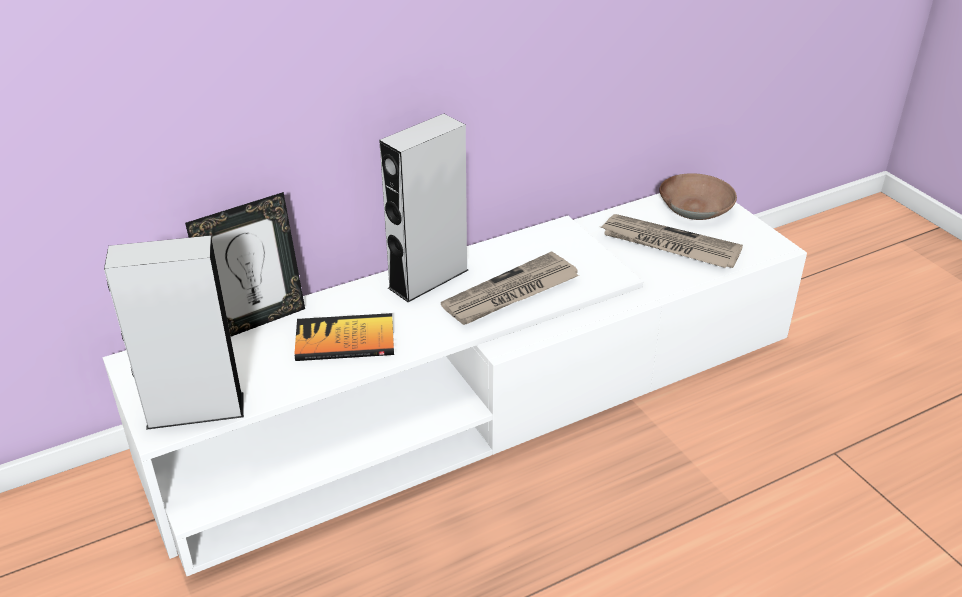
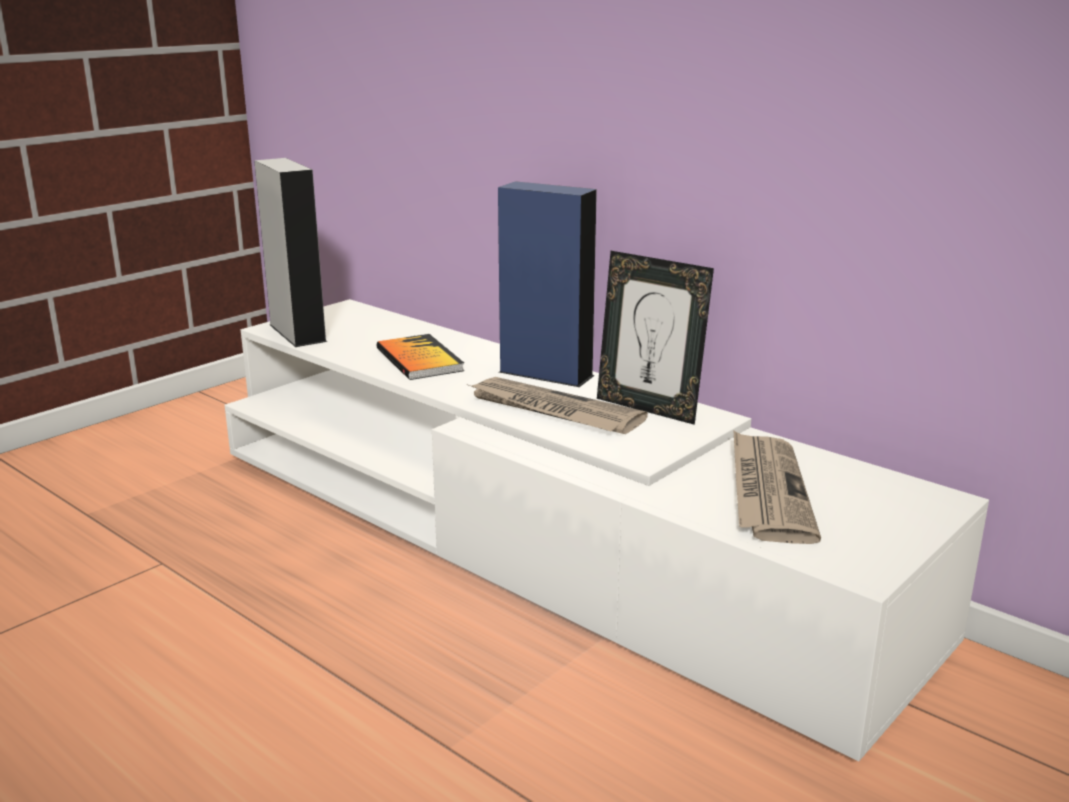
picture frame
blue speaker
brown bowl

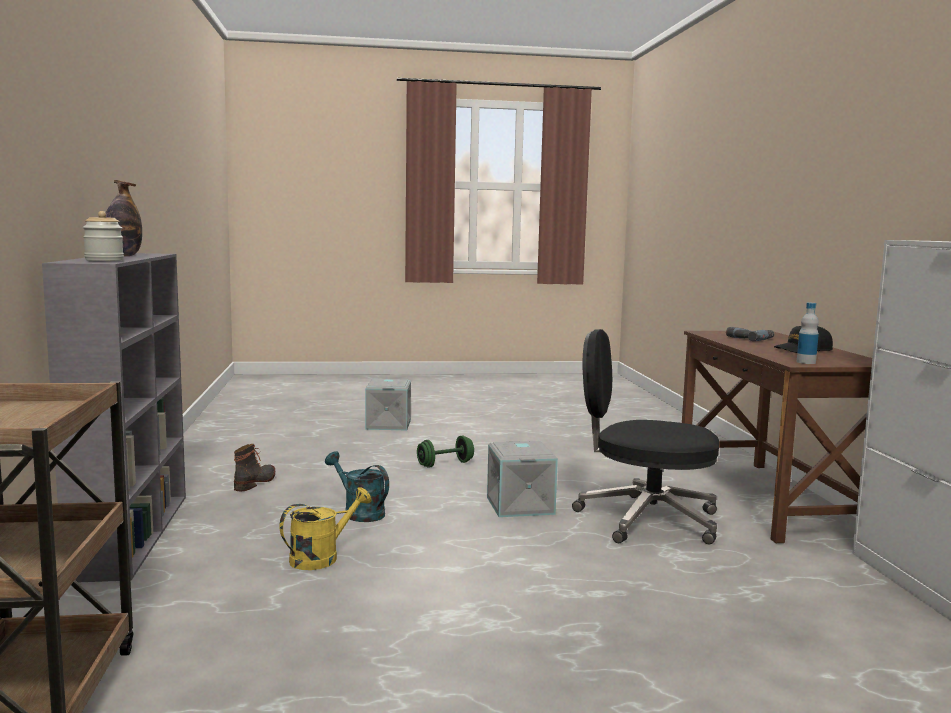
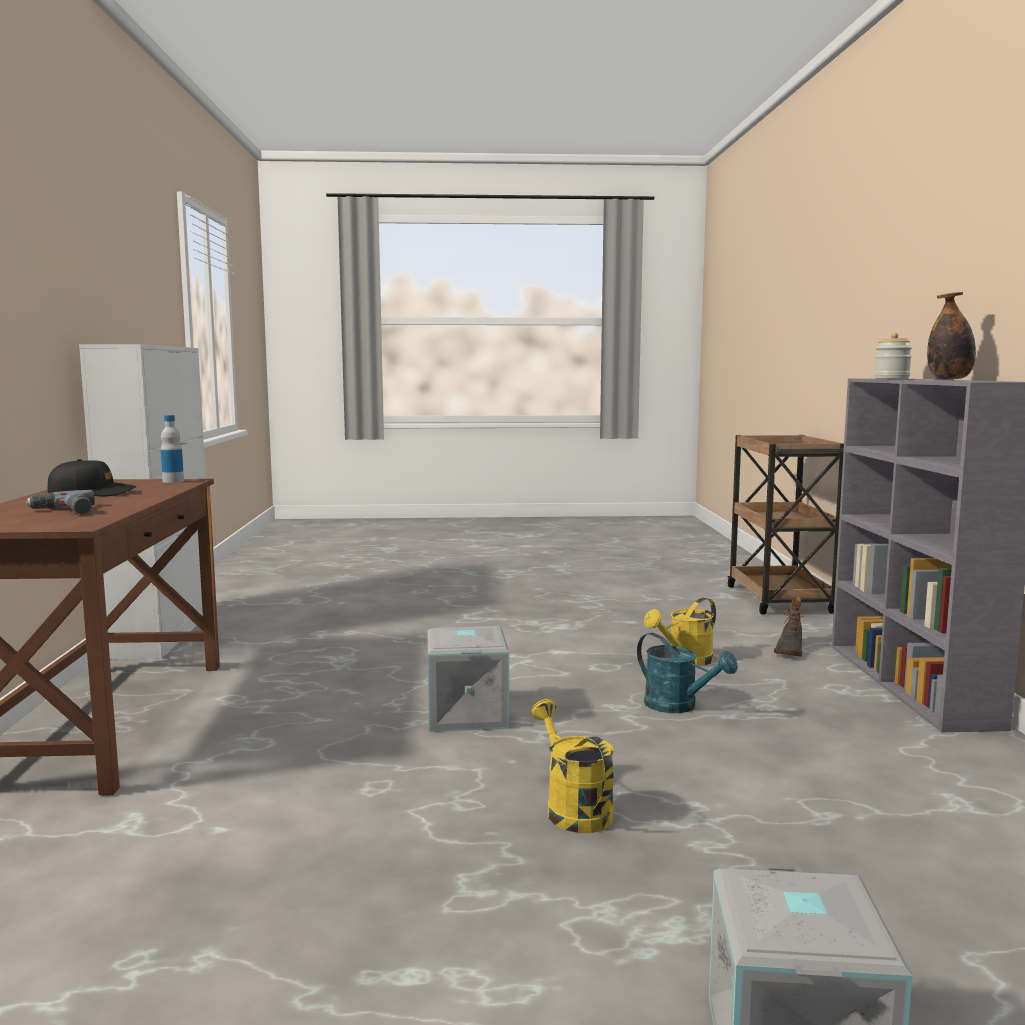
boot
yellow watering can (no. 1 from left)
black office chair

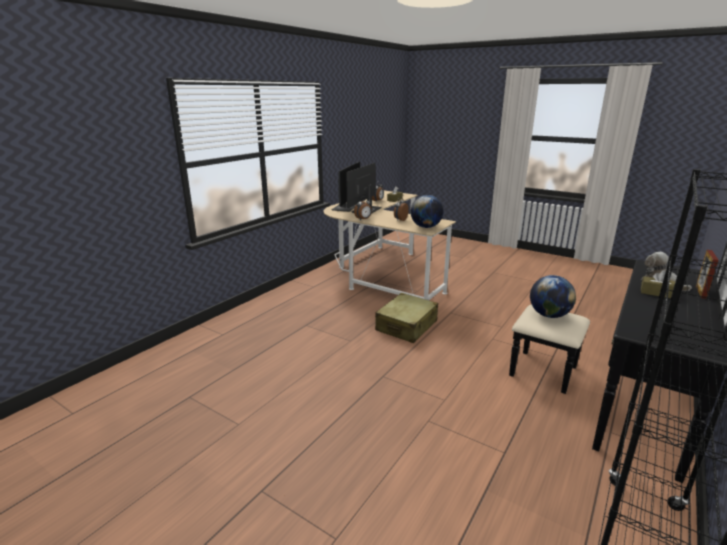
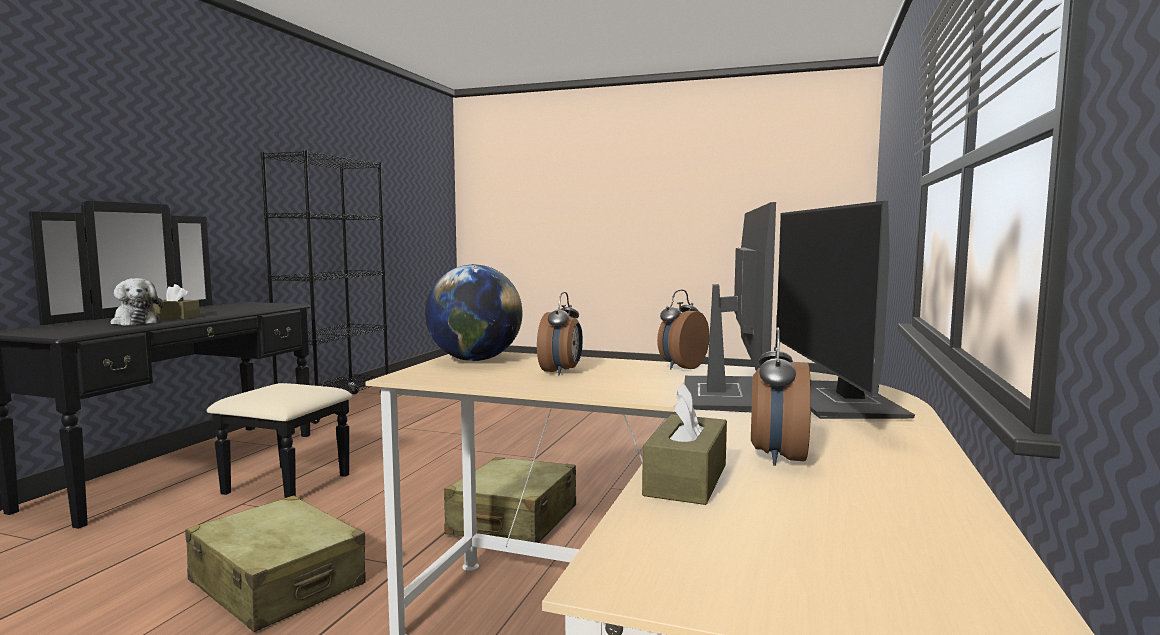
globe (no. 2 from left in the first image)
picture frame
beige suitcase (no. 1 from left)

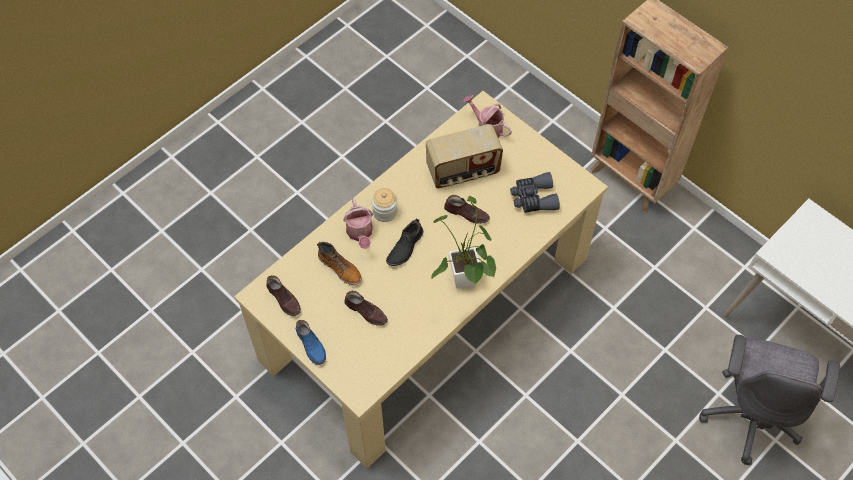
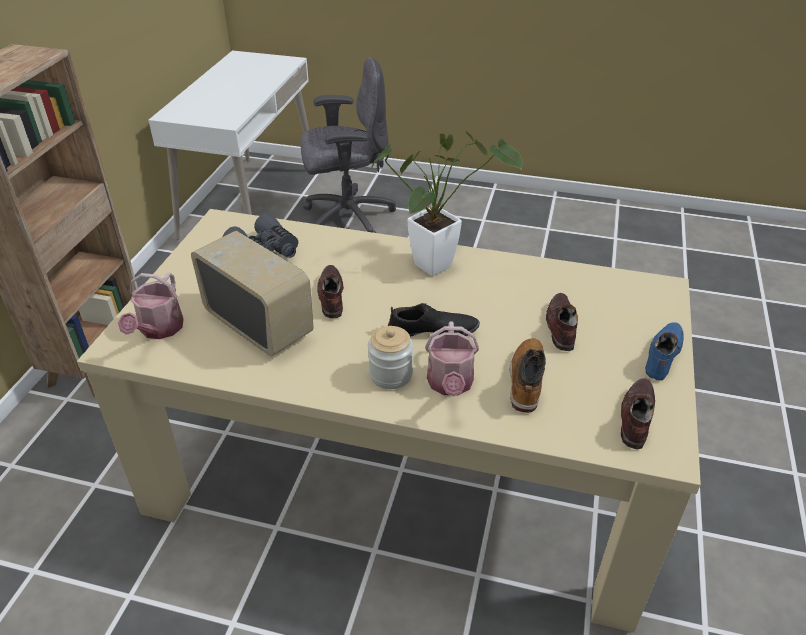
watering can (no. 2 from left)

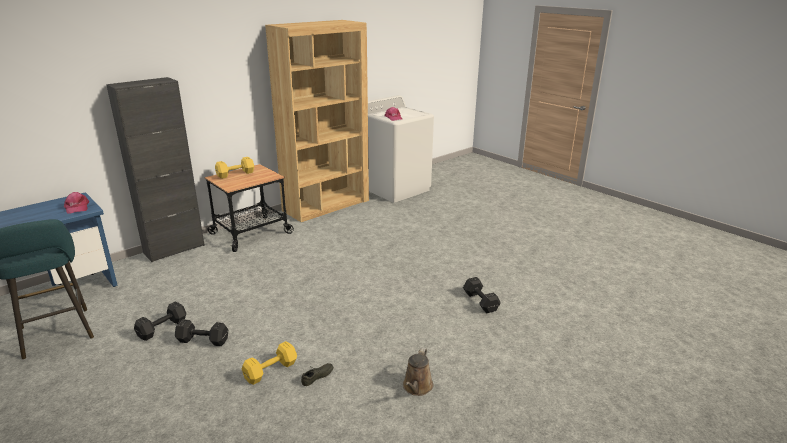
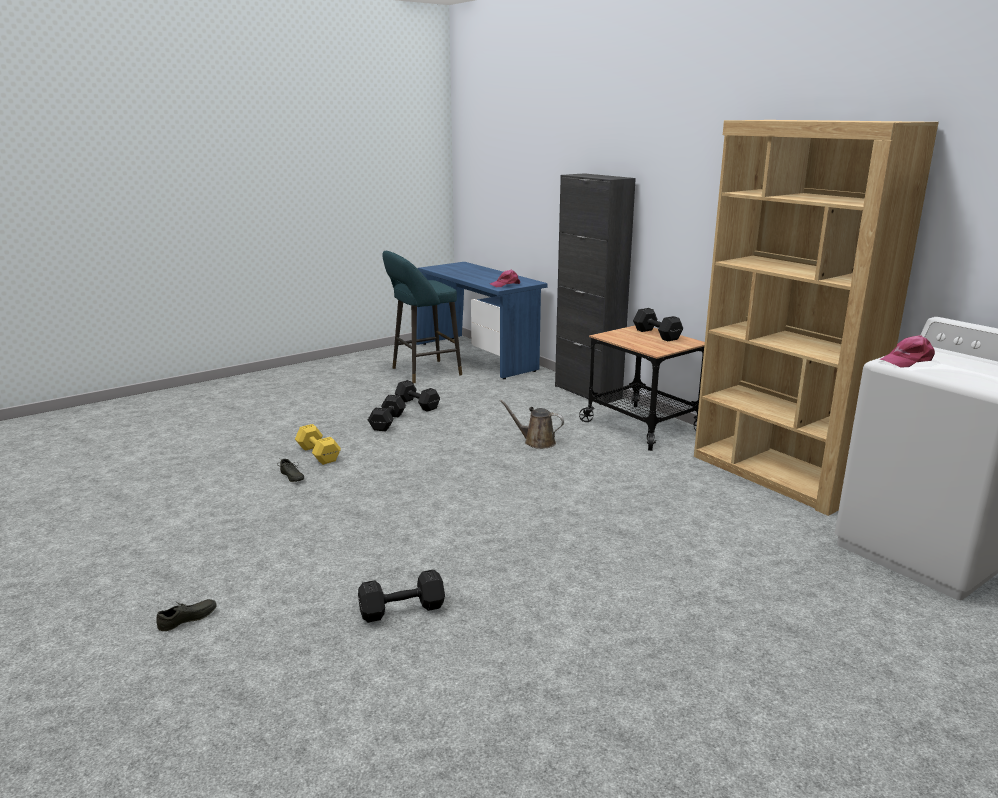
black dumbbell (no. 4 from left)
brown watering can
grey shoe (no. 1 from left)

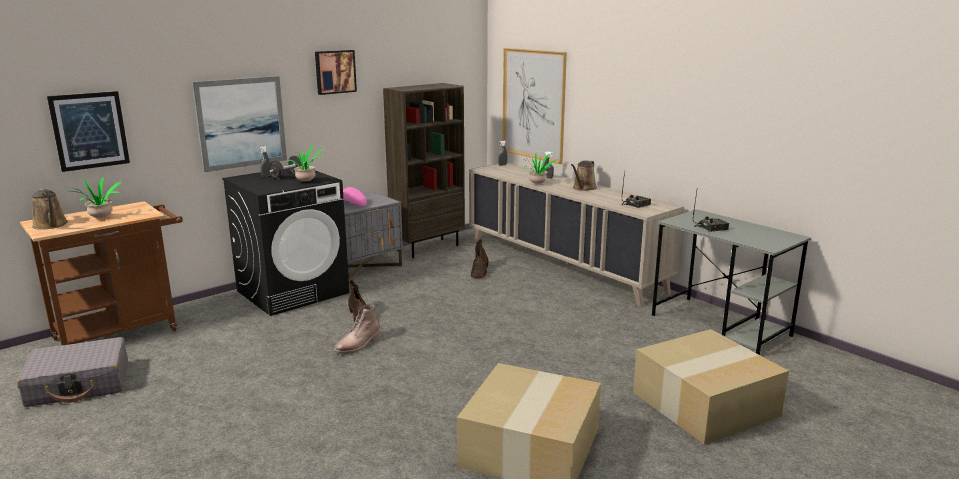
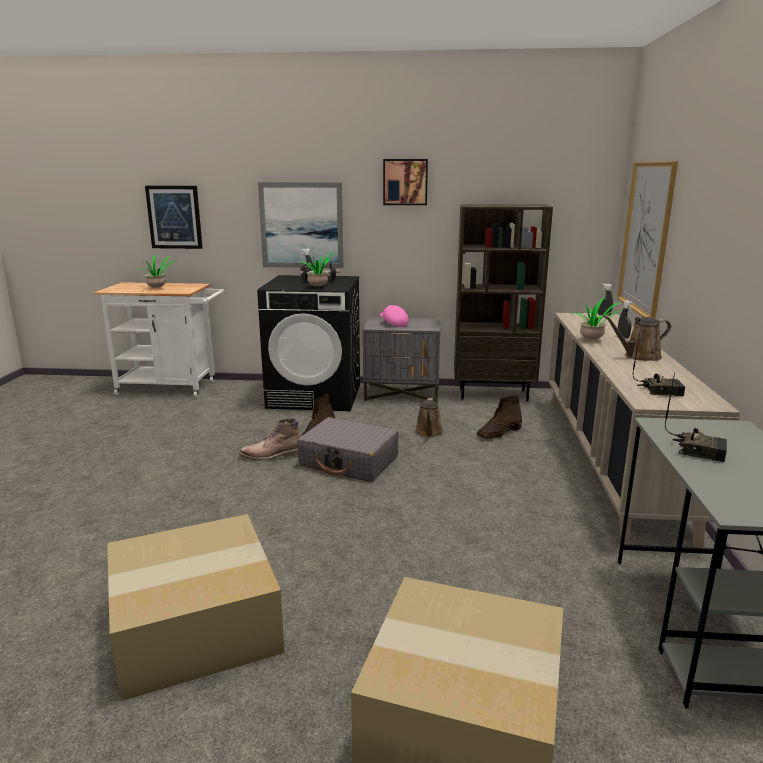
grey suitcase
white cart
brown watering can (no. 1 from left)

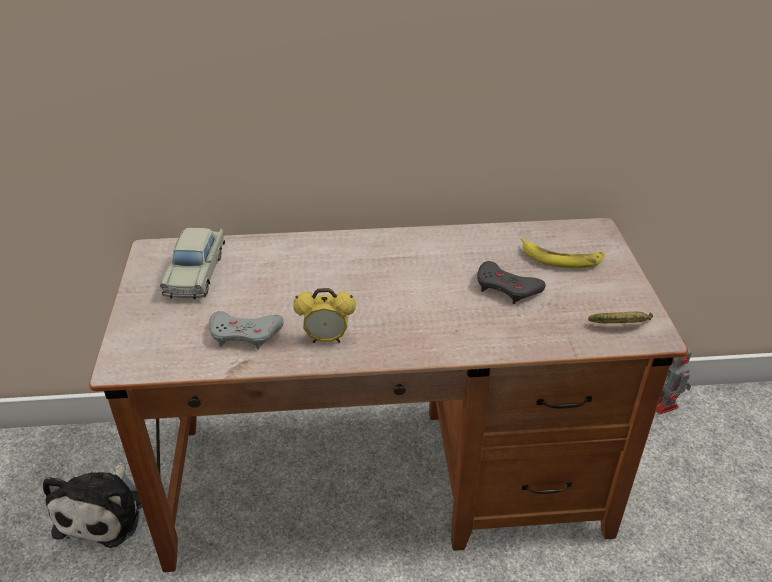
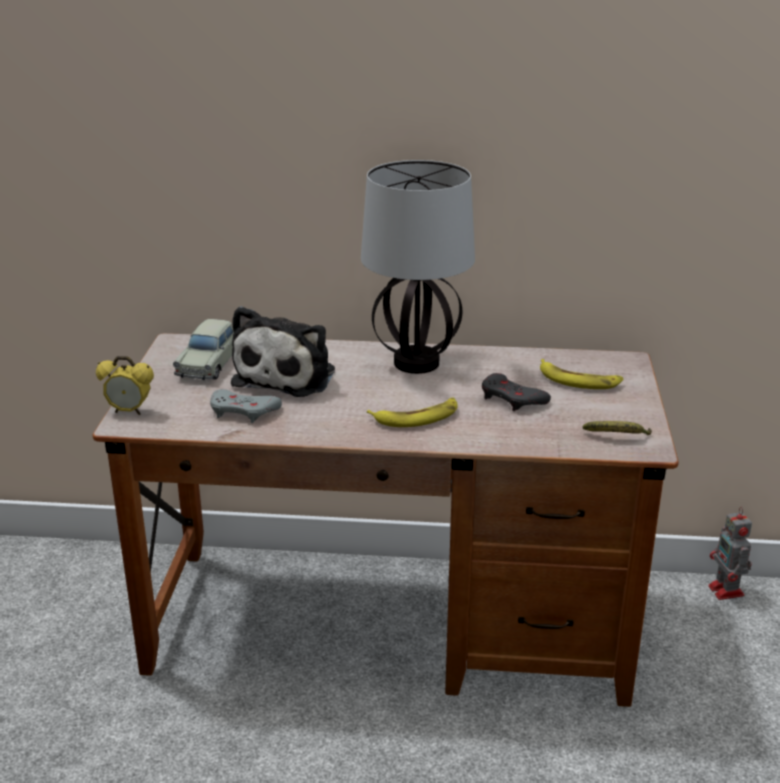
plush toy
alarm clock
table lamp
banana (no. 1 from left)

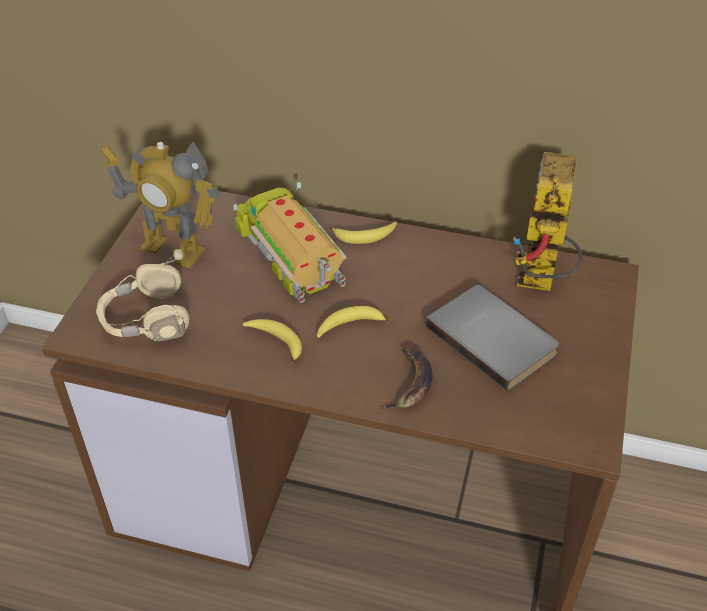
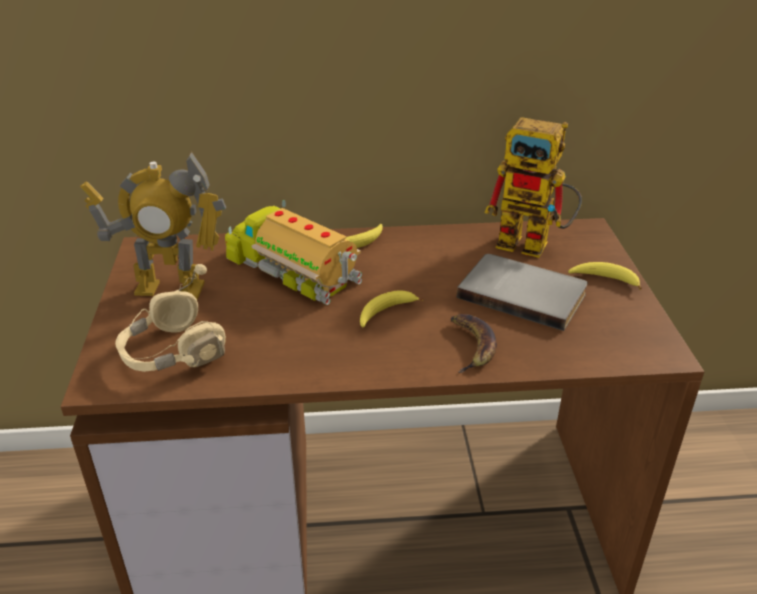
banana (no. 4 from left)
toy robot (no. 2 from left)

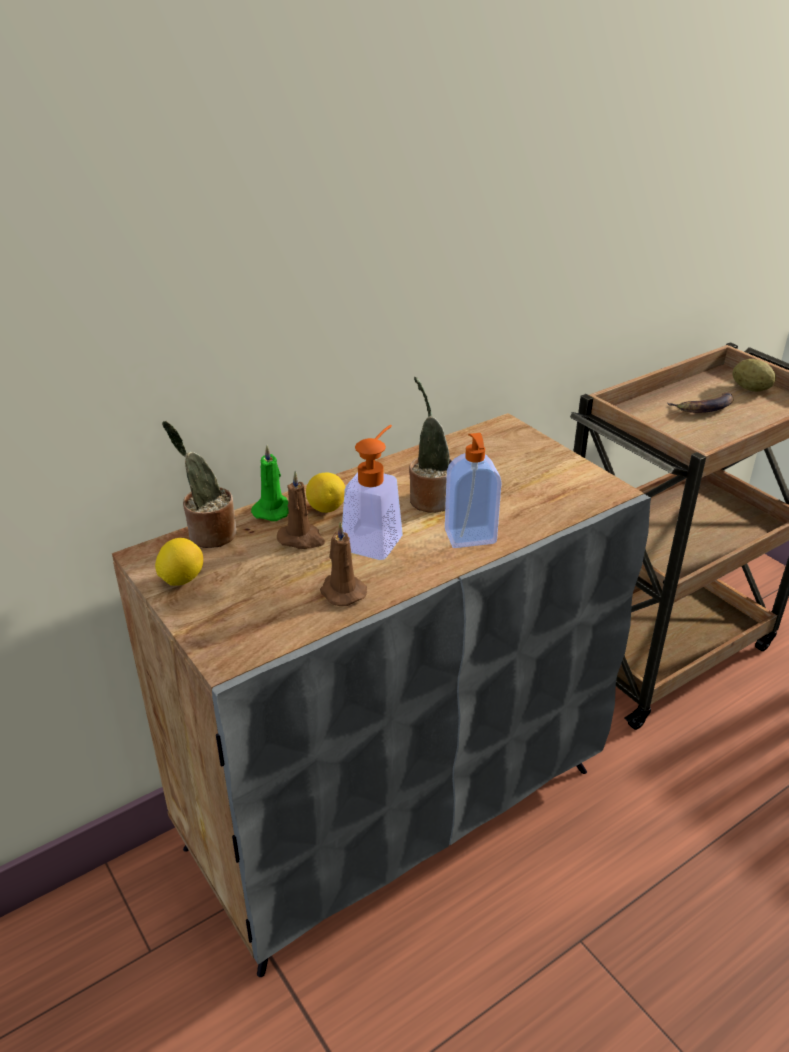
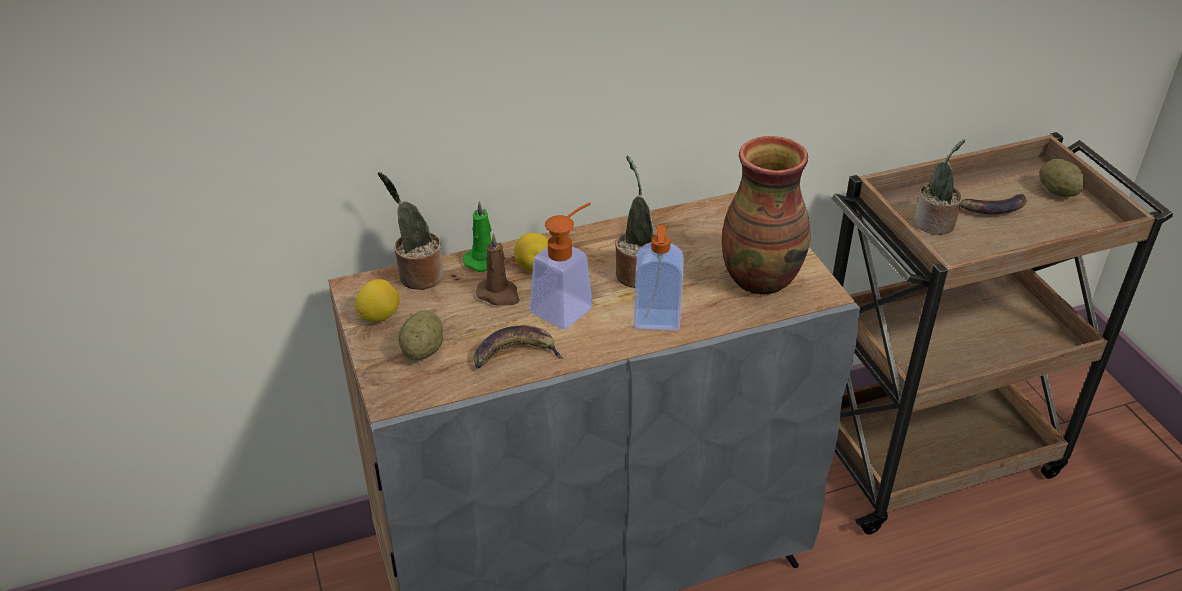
banana (no. 1 from left)
potato (no. 1 from left)
vase
potted plant (no. 3 from left)

